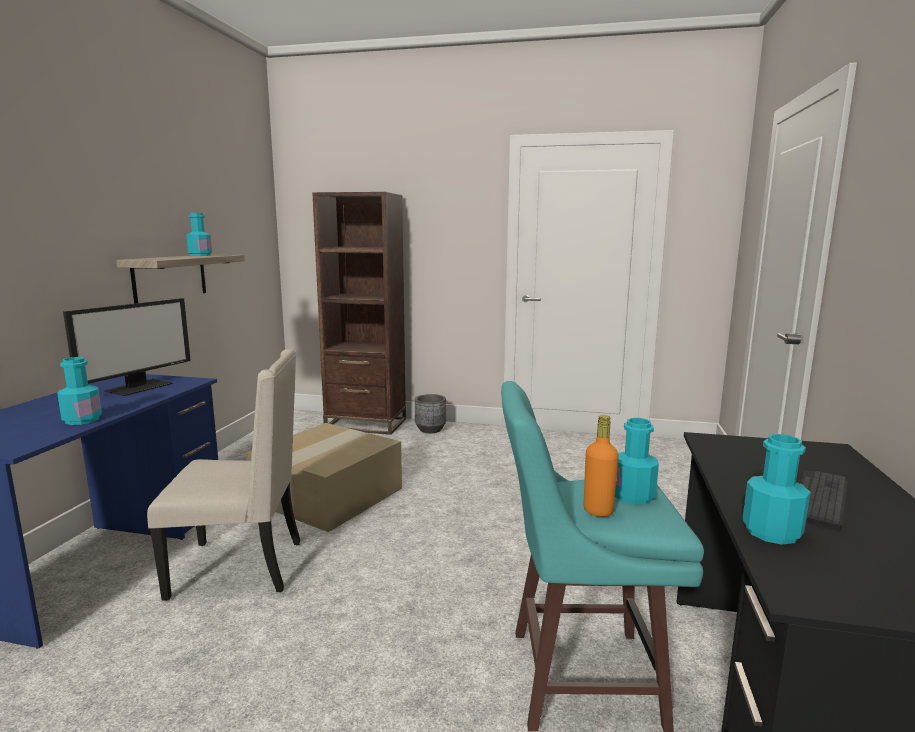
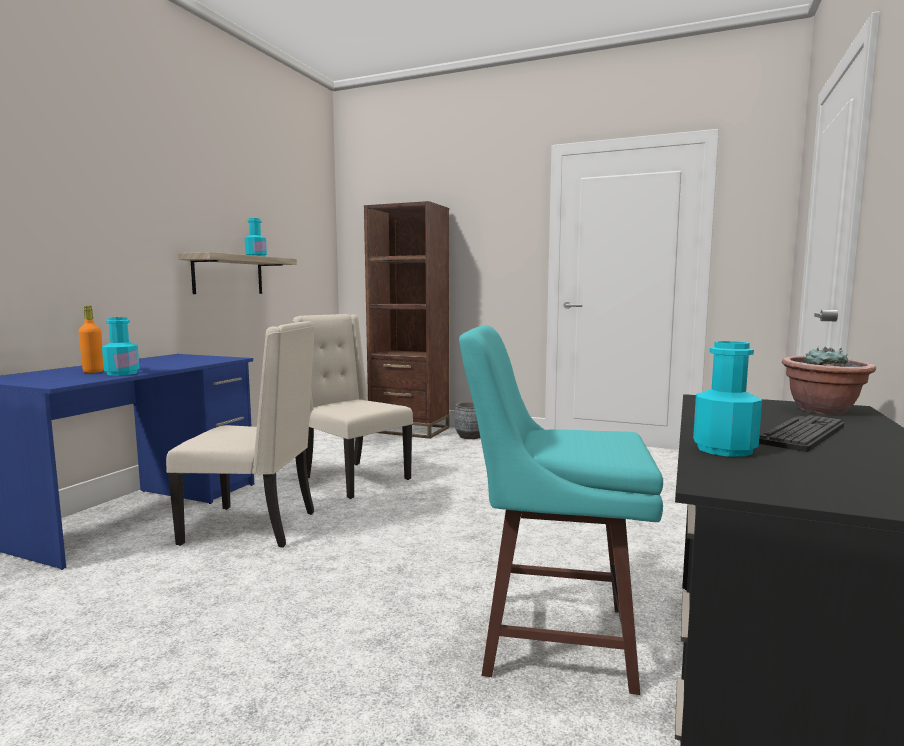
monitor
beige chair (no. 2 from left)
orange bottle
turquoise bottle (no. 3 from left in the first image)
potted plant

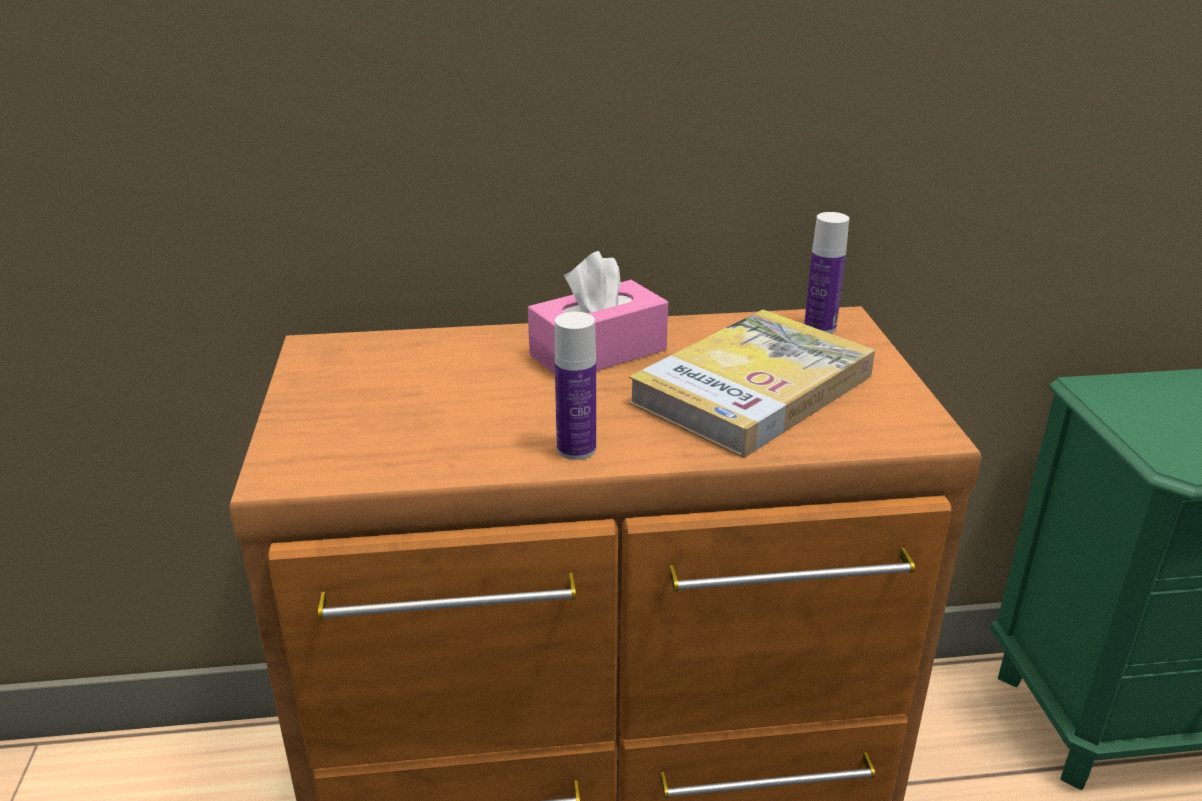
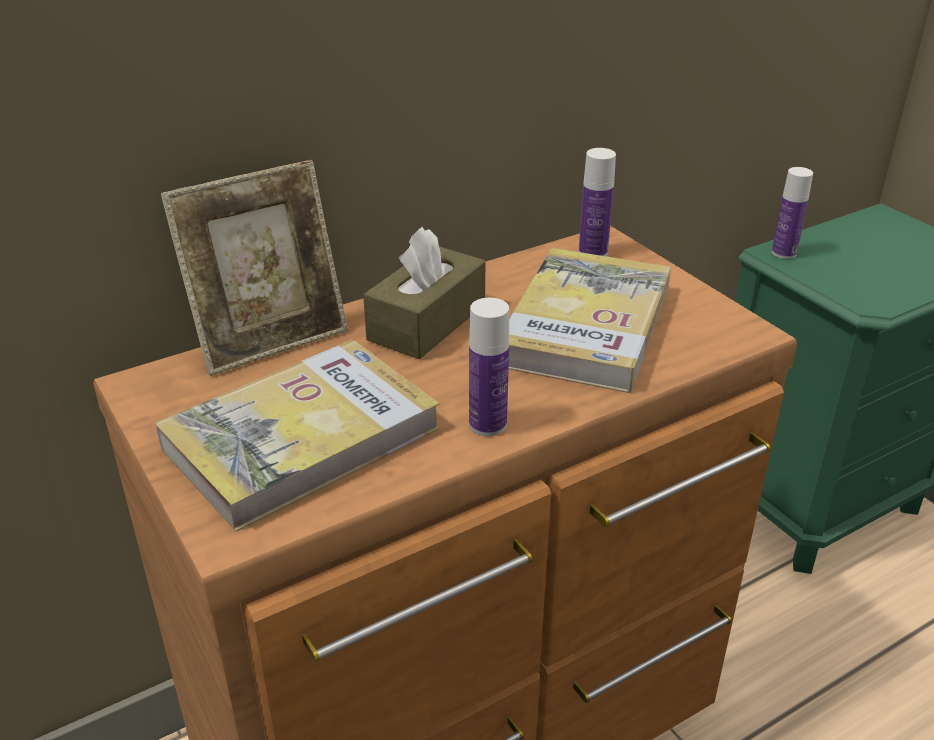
brown tissue box
book (no. 1 from left)
picture frame
bottle (no. 3 from left)

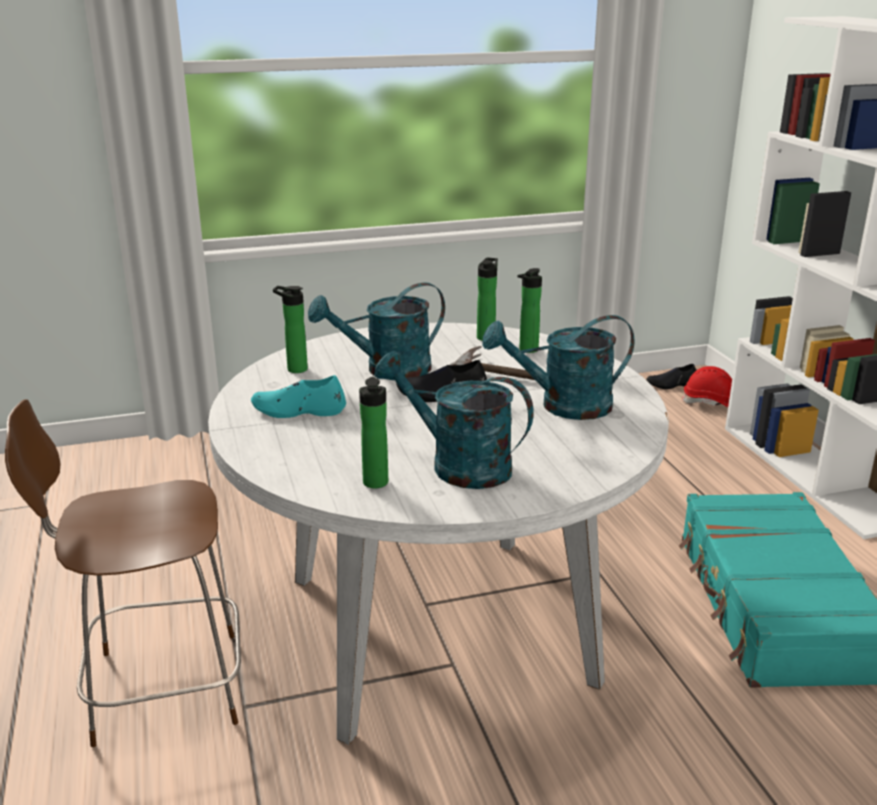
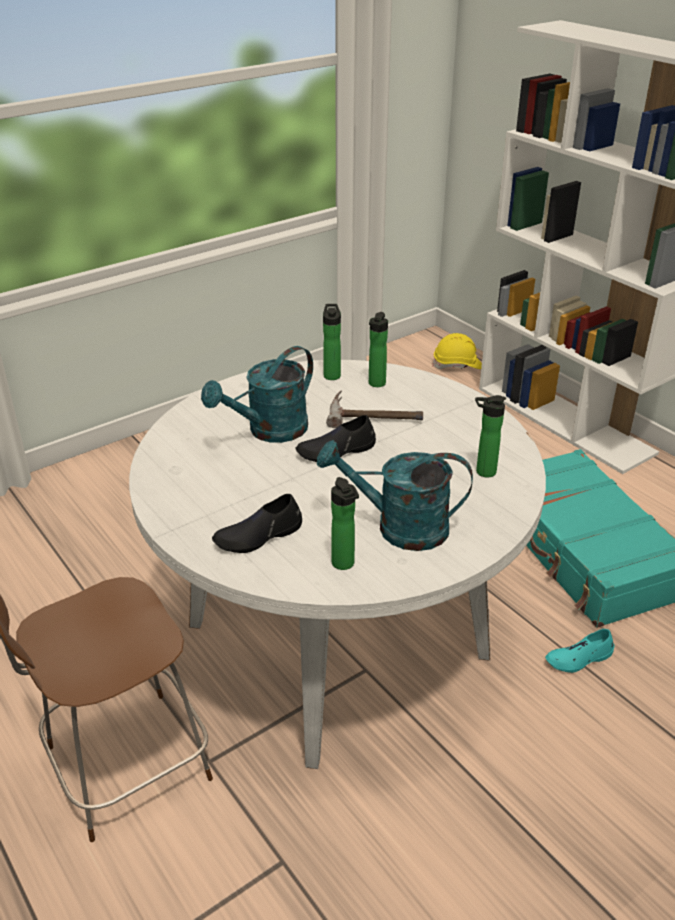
turquoise shoe
bottle (no. 4 from left)
turquoise watering can (no. 3 from left in the first image)
black shoe (no. 1 from left)
yellow hard hat

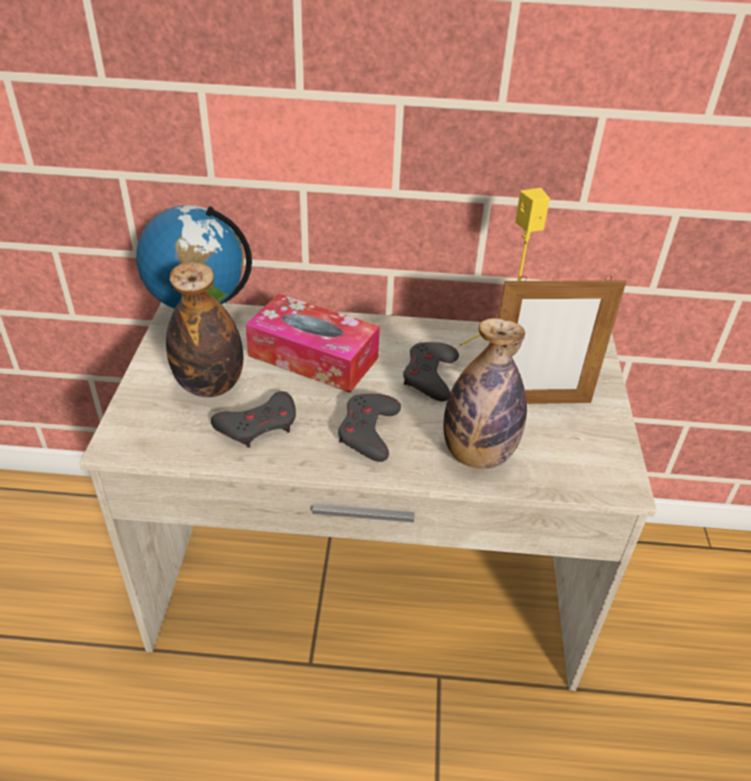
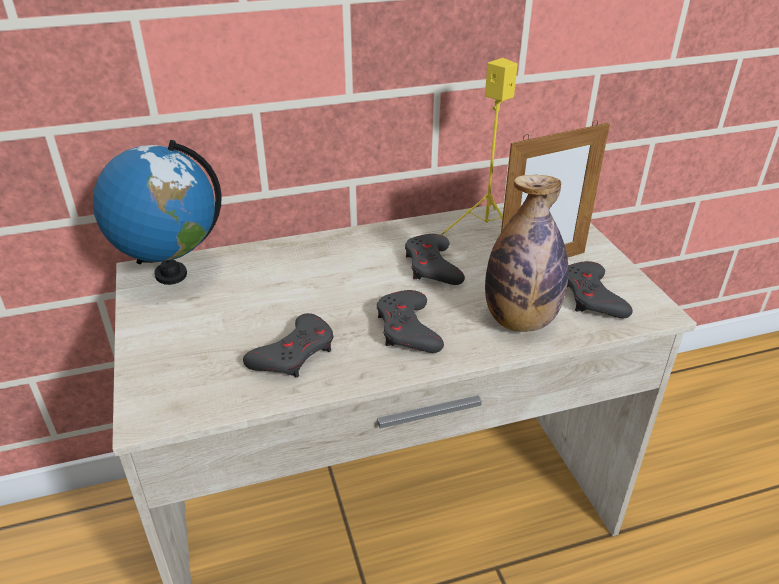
bottle (no. 1 from left in the first image)
tissue box
grey game controller (no. 4 from left)

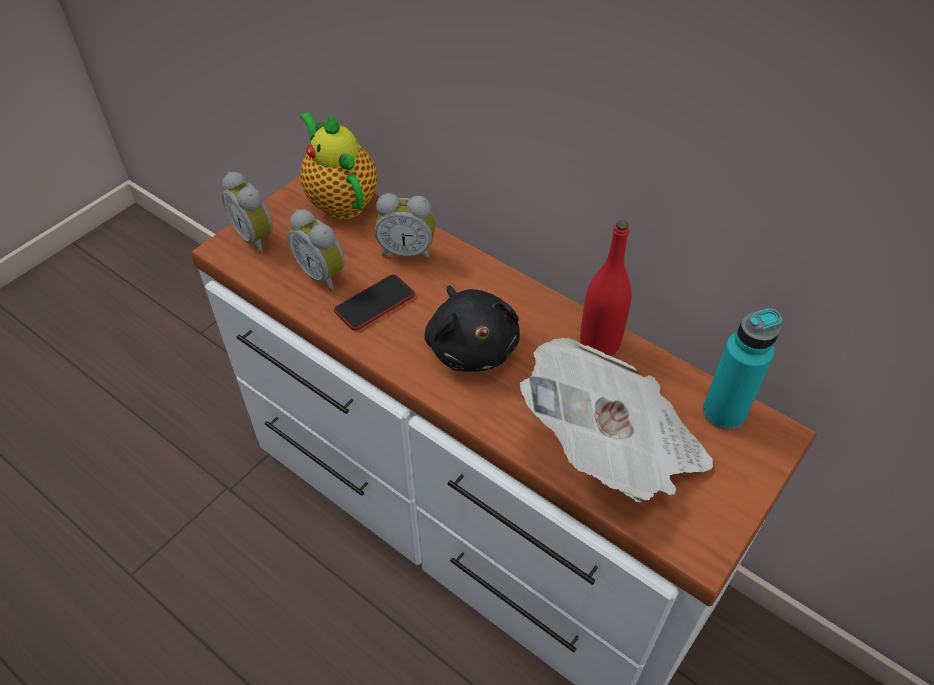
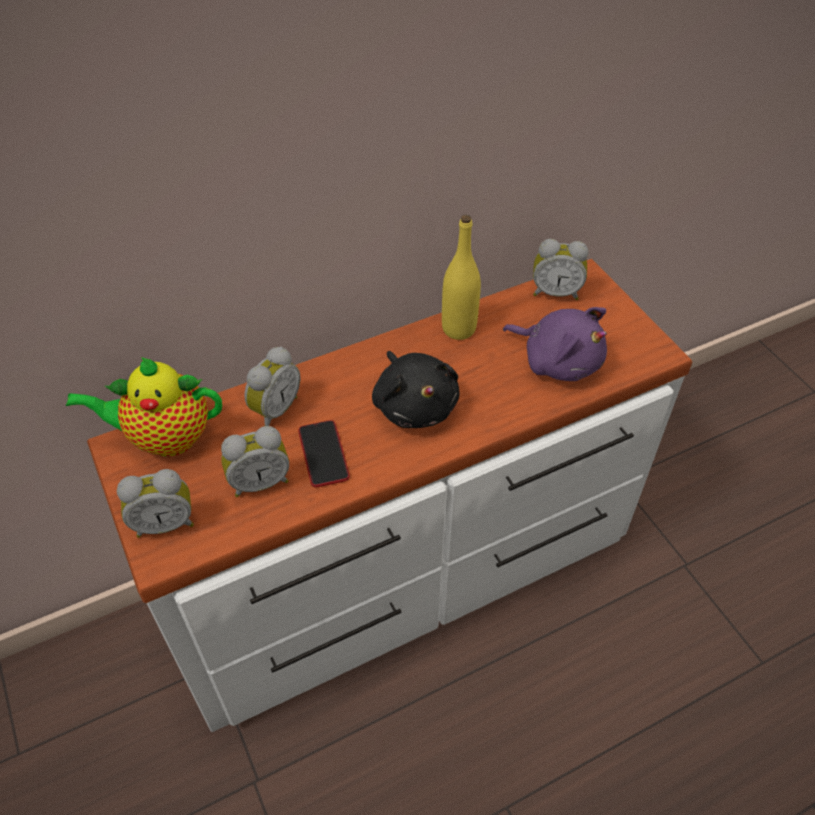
black plush toy
purple plush toy
yellow bottle
alarm clock (no. 4 from left)

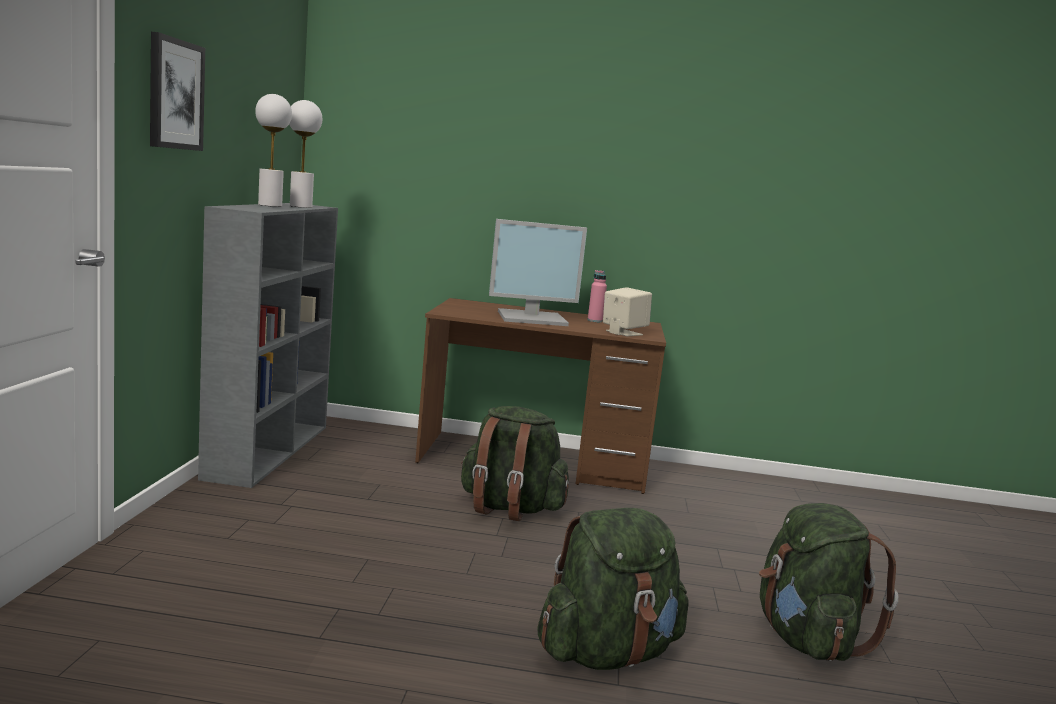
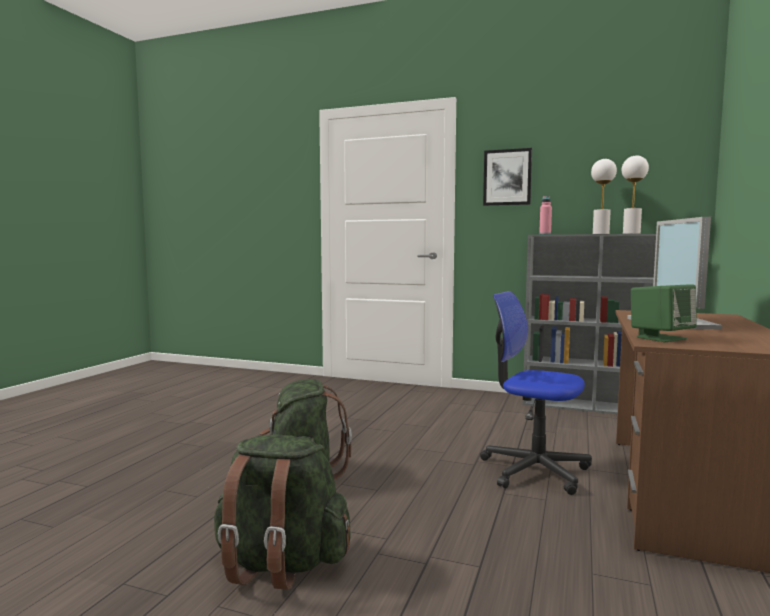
office chair
pink bottle
green speaker

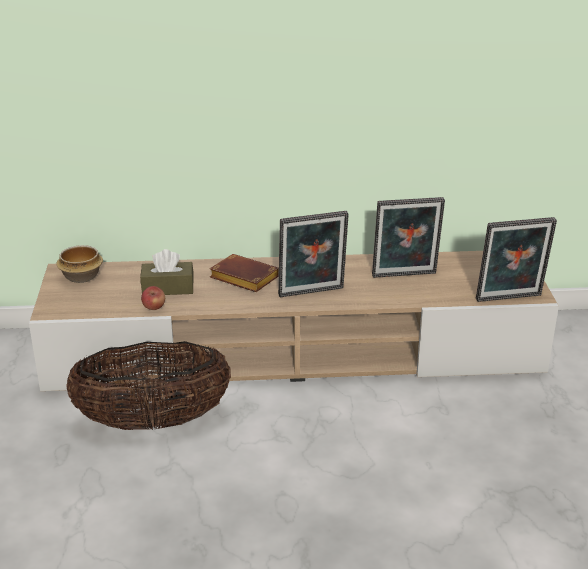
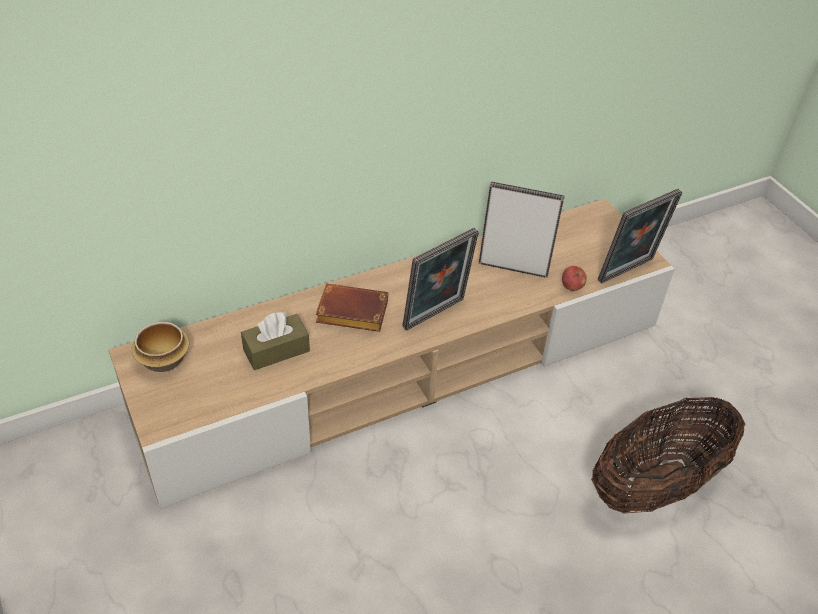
basket
apple
picture frame (no. 2 from left)

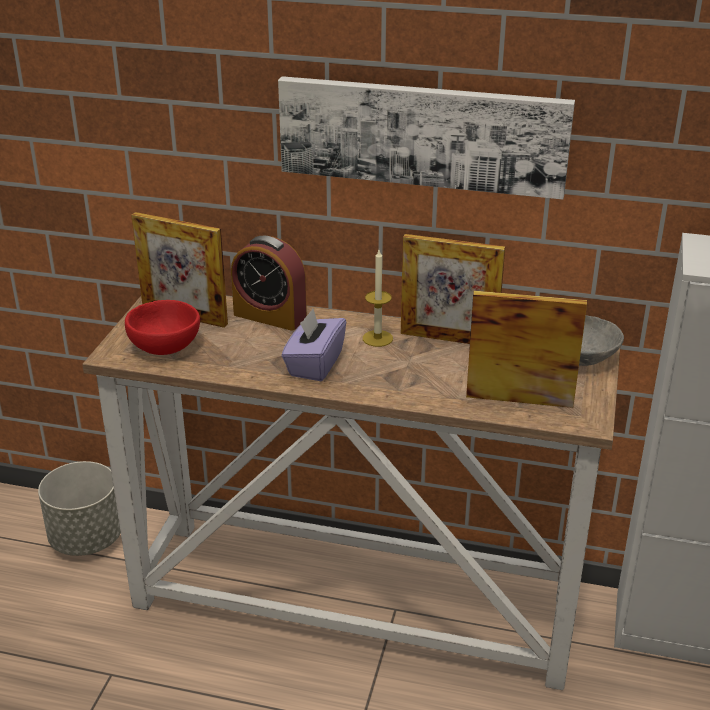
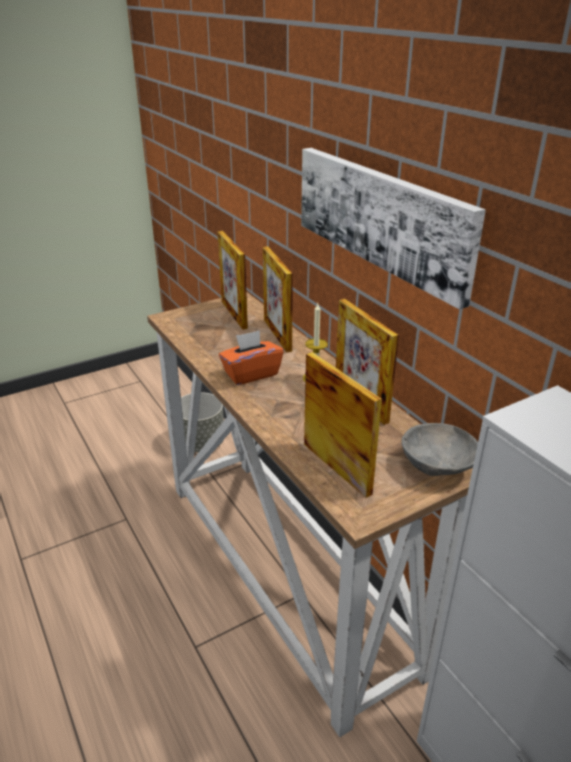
red bowl
picture frame (no. 2 from left)
orange tissue box

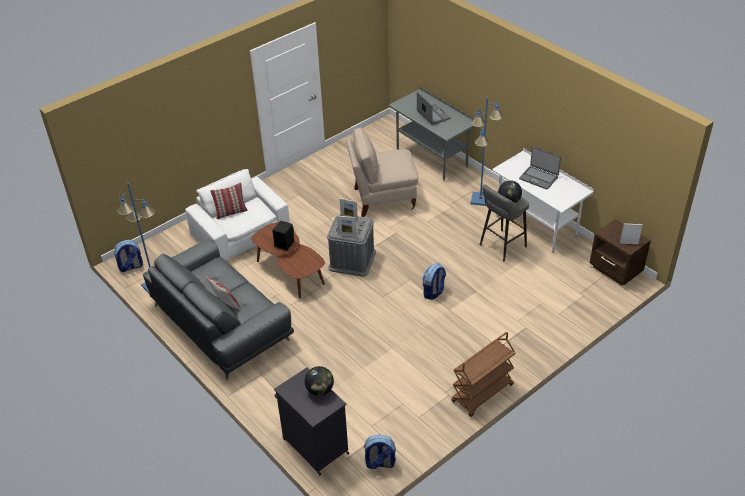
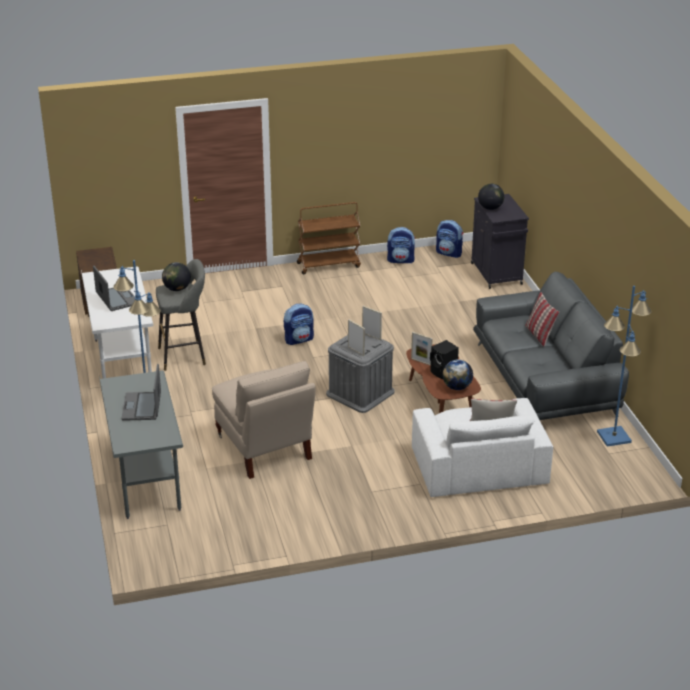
backpack (no. 2 from left)
beige chair
picture frame (no. 3 from left)
globe (no. 2 from left)

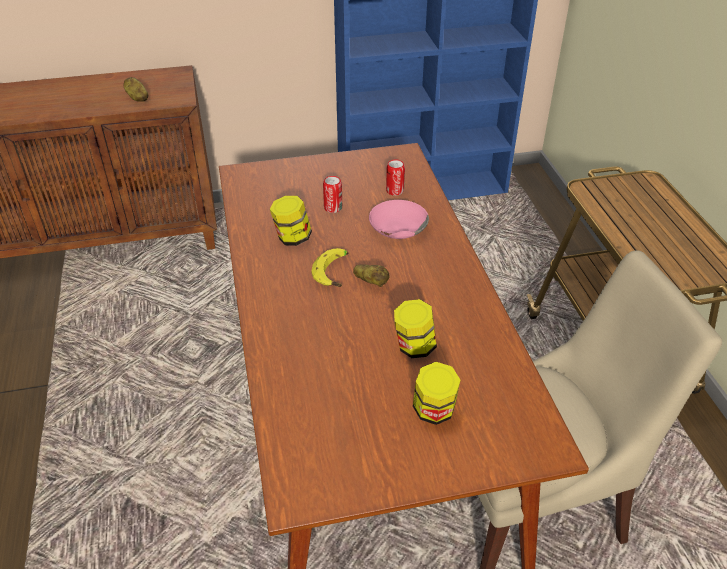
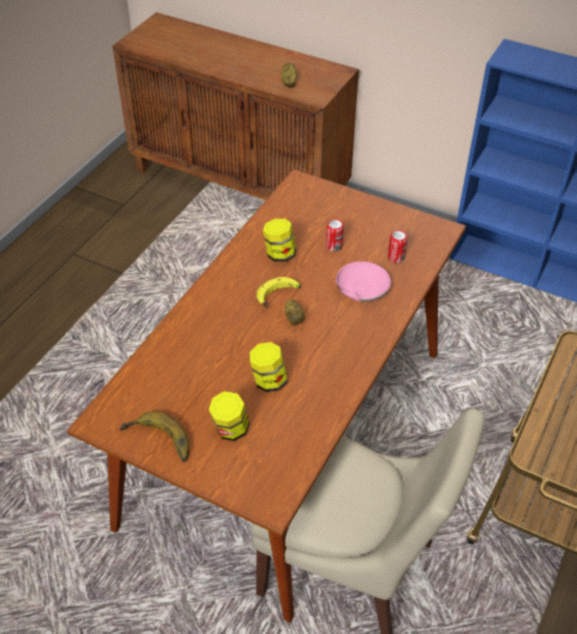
banana (no. 1 from left)

